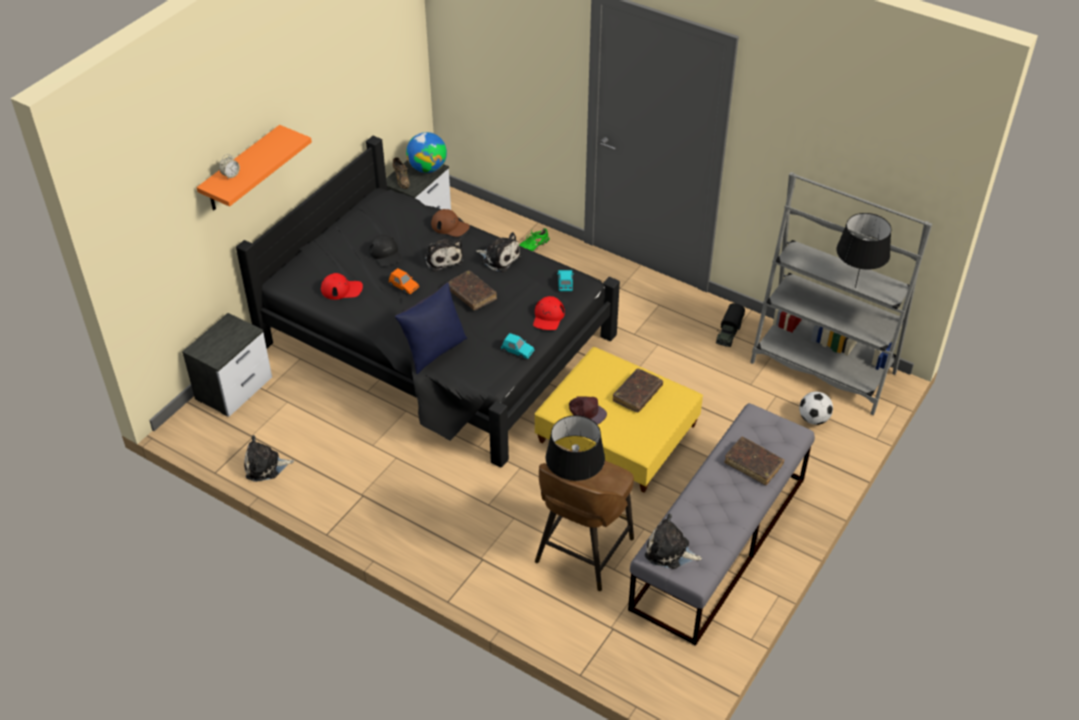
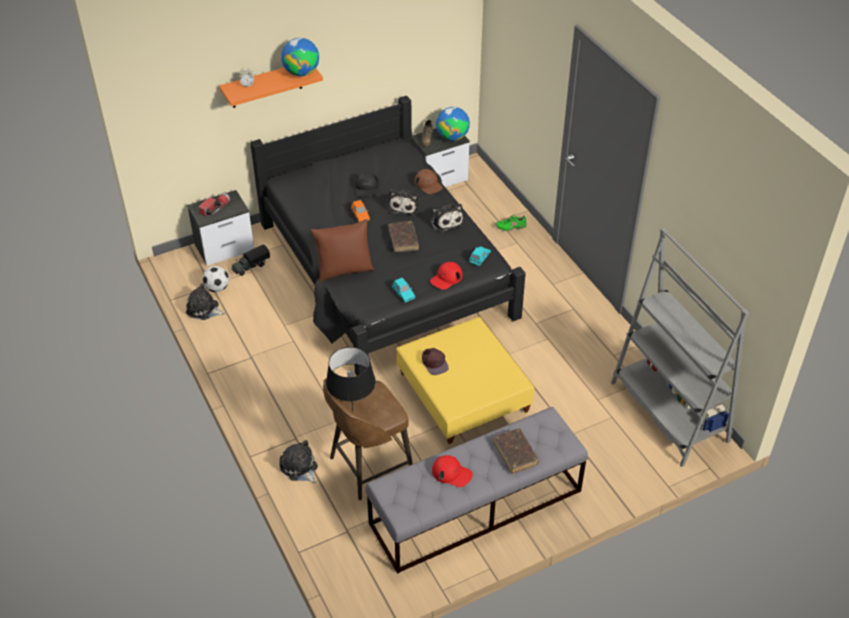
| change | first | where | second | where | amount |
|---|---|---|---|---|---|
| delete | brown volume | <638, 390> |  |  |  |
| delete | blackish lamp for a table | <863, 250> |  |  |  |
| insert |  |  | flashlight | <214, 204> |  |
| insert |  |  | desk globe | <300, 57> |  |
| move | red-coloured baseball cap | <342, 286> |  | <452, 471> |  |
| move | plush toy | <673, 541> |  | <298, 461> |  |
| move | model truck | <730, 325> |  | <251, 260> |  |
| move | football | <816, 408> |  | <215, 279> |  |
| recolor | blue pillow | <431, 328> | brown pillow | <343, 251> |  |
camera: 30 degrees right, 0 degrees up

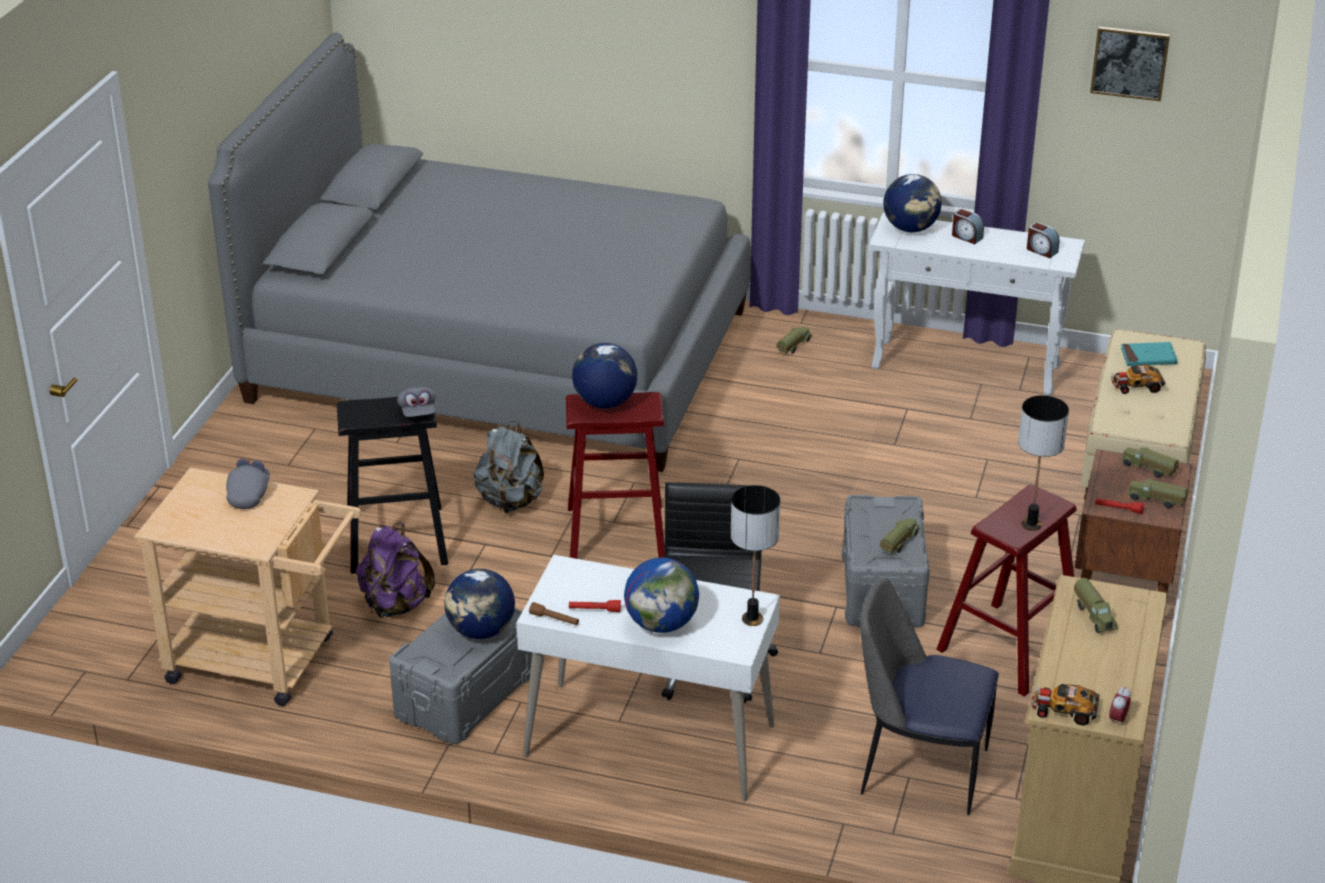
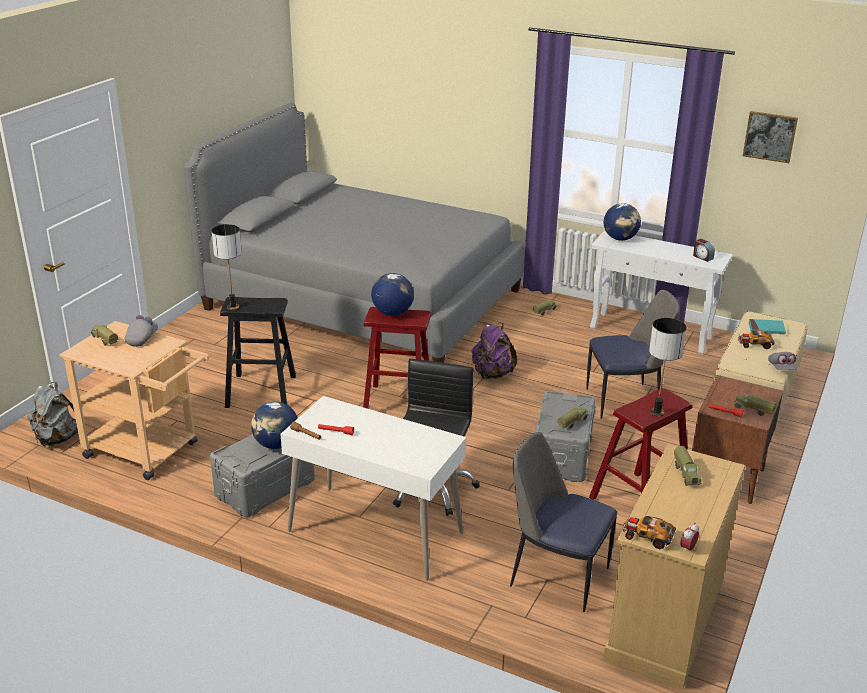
| change | first | where | second | where | amount |
|---|---|---|---|---|---|
| delete | desk globe | <661, 595> |  |  |  |
| delete | table clock | <968, 226> |  |  |  |
| insert |  |  | plain chair | <633, 354> |  |
| move | purple rucksack | <395, 570> |  | <494, 351> |  |
| move | greyish baseball cap | <416, 402> |  | <782, 361> |  |
| move | greyish rucksack | <509, 467> |  | <52, 414> |  |
| move | lamp for a table | <755, 555> |  | <226, 267> |  |
| move | model truck | <1149, 462> |  | <104, 335> |  |
camera: 10 degrees right, 5 degrees down

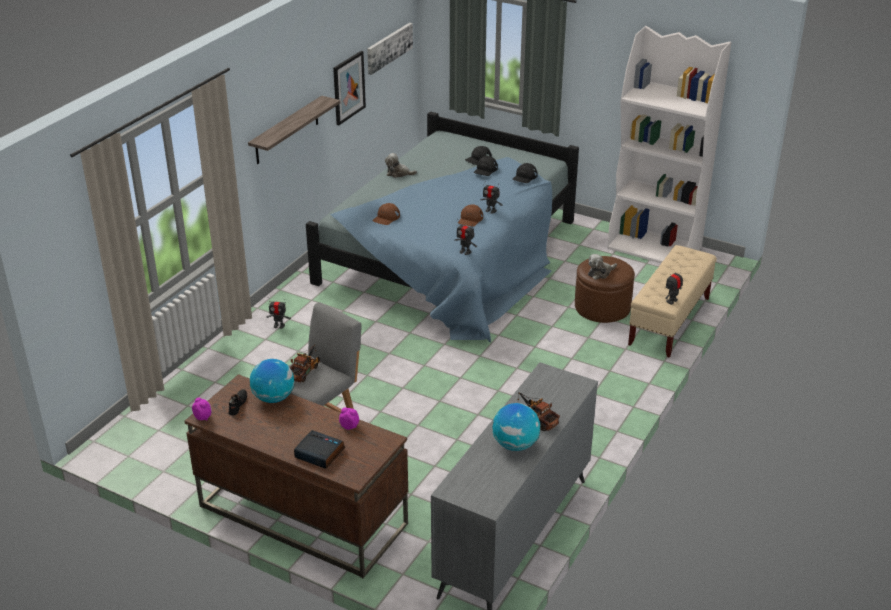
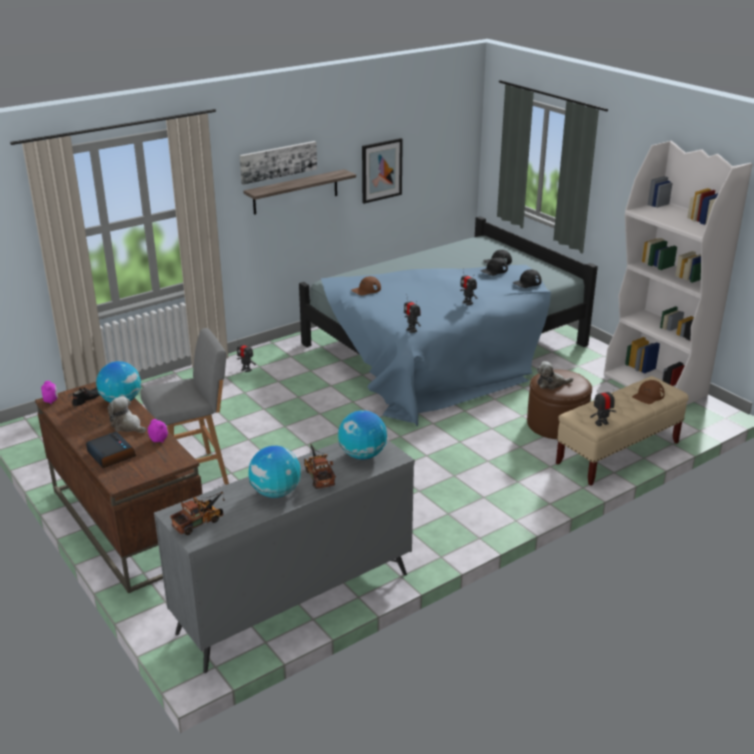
| change | first | where | second | where | amount |
|---|---|---|---|---|---|
| insert |  |  | desk globe | <362, 435> |  |
| move | model truck | <305, 363> |  | <197, 513> |  |
| move | wall art | <390, 49> |  | <278, 163> |  |
| move | plush toy | <401, 165> |  | <127, 414> |  |
| move | brown baseball cap | <470, 215> |  | <648, 392> |  |
camera: 25 degrees right, 5 degrees down

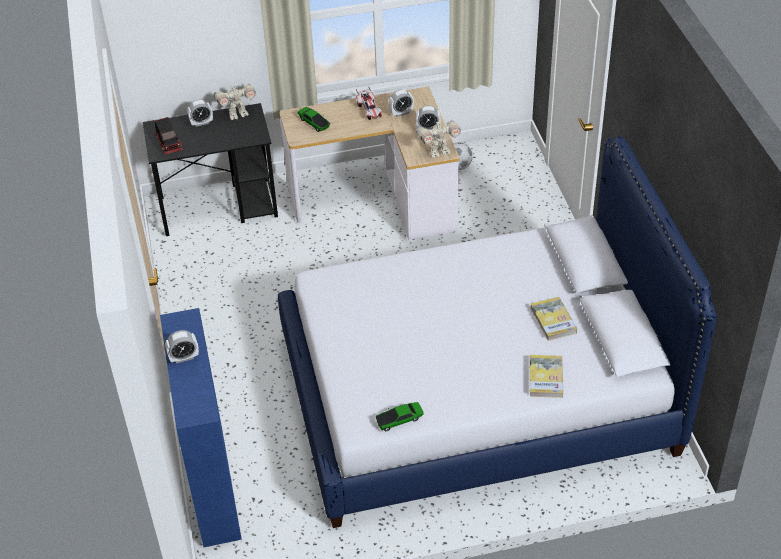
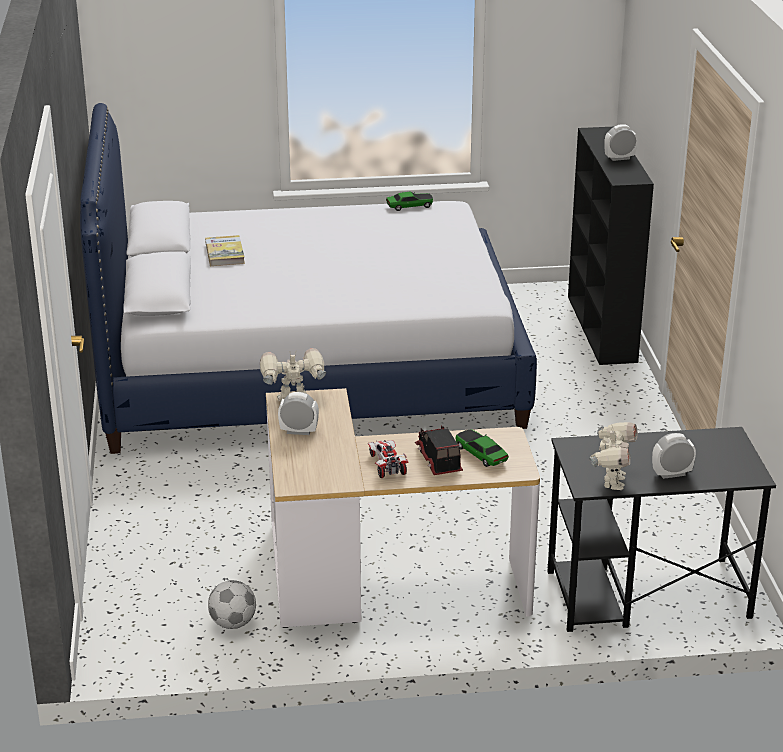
| change | first | where | second | where | amount |
|---|---|---|---|---|---|
| delete | table clock | <401, 103> |  |  |  |
| delete | volume | <546, 376> |  |  |  |
| move | model truck | <169, 136> |  | <439, 450> |  |
| recolor | blue shelving unit | <201, 427> | blackish shelving unit | <611, 245> |  |
| rotate | robot figure | <235, 101> |  | <613, 456> | 120 degrees clockwise |
camera: 175 degrees left, 15 degrees down

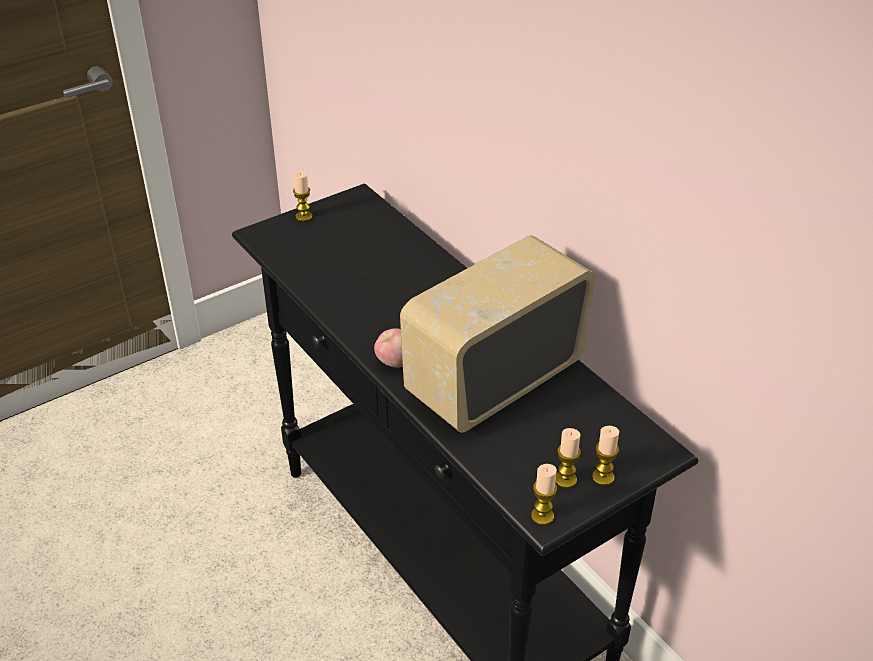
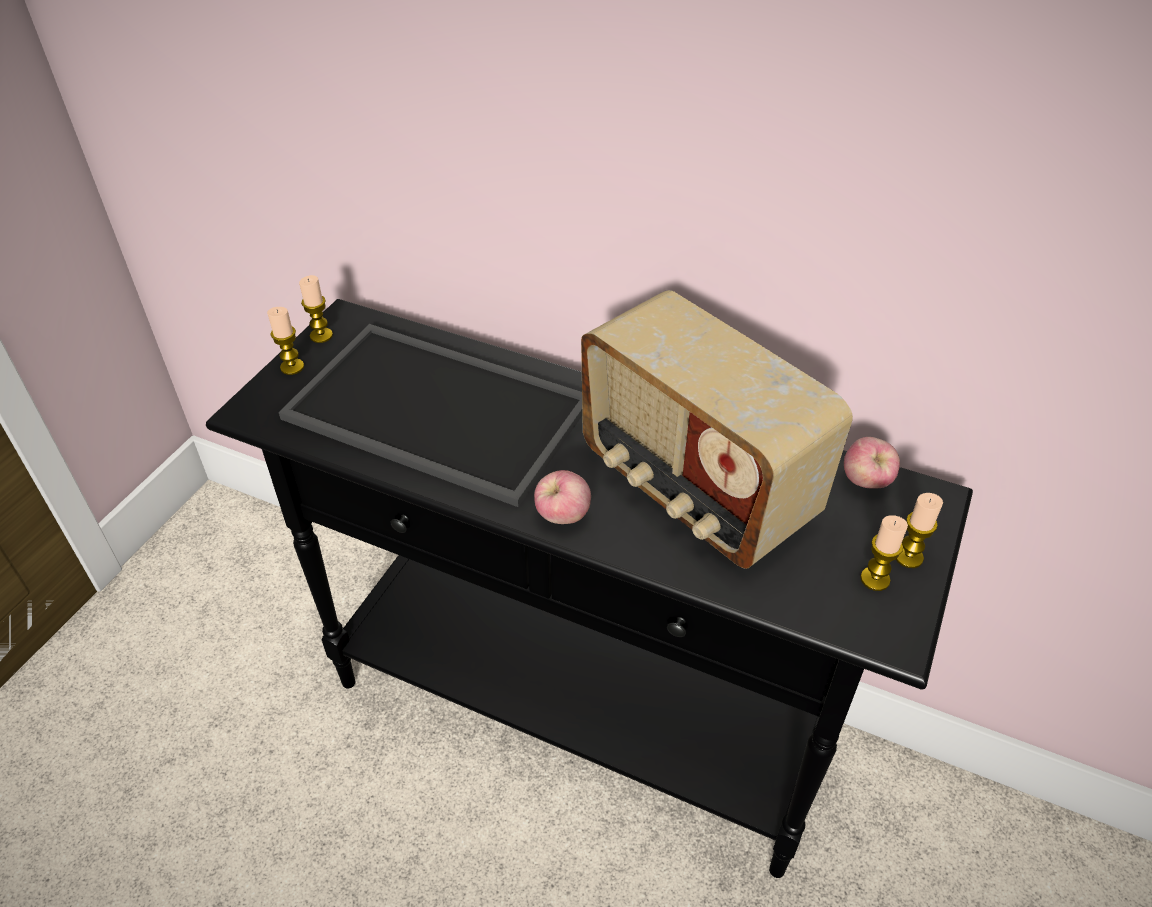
| change | first | where | second | where | amount |
|---|---|---|---|---|---|
| insert |  |  | serving tray | <430, 415> |  |
| insert |  |  | apple | <872, 462> |  |
| move | wax candle | <544, 494> |  | <316, 309> |  |
| rotate | radio | <497, 334> |  | <717, 429> | 60 degrees counterclockwise |
camera: 30 degrees left, 5 degrees up

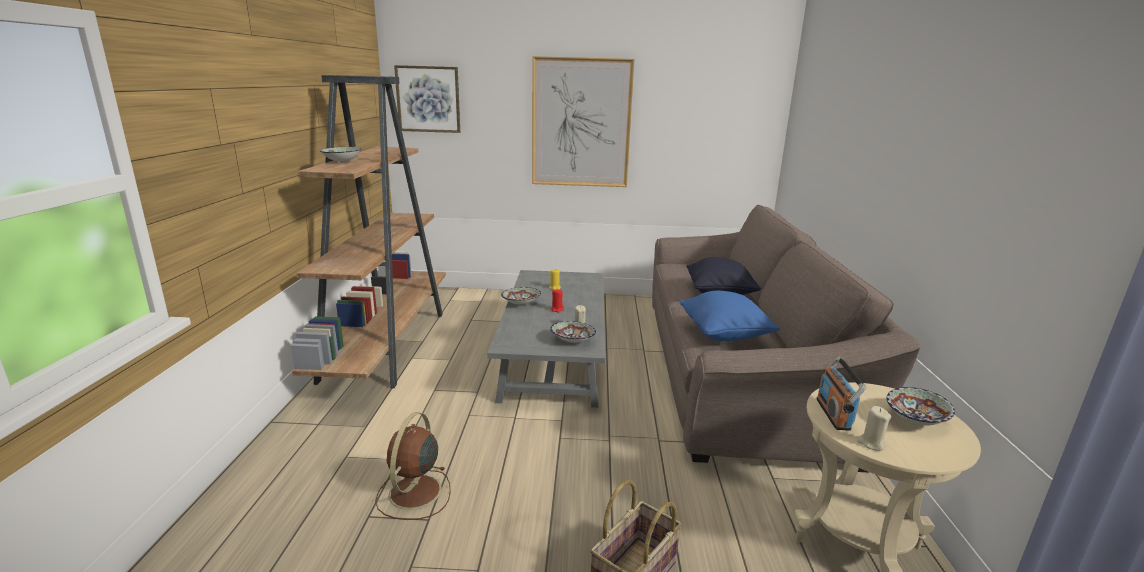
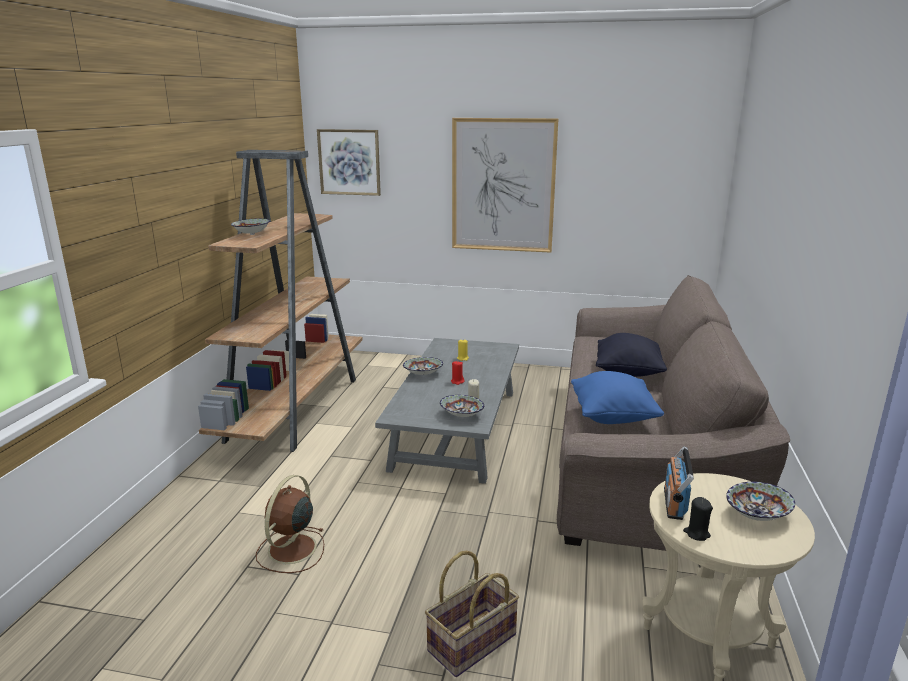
| change | first | where | second | where | amount |
|---|---|---|---|---|---|
| recolor | beige wax candle | <874, 428> | blackish wax candle | <698, 519> |  |
camera: 10 degrees right, 0 degrees up

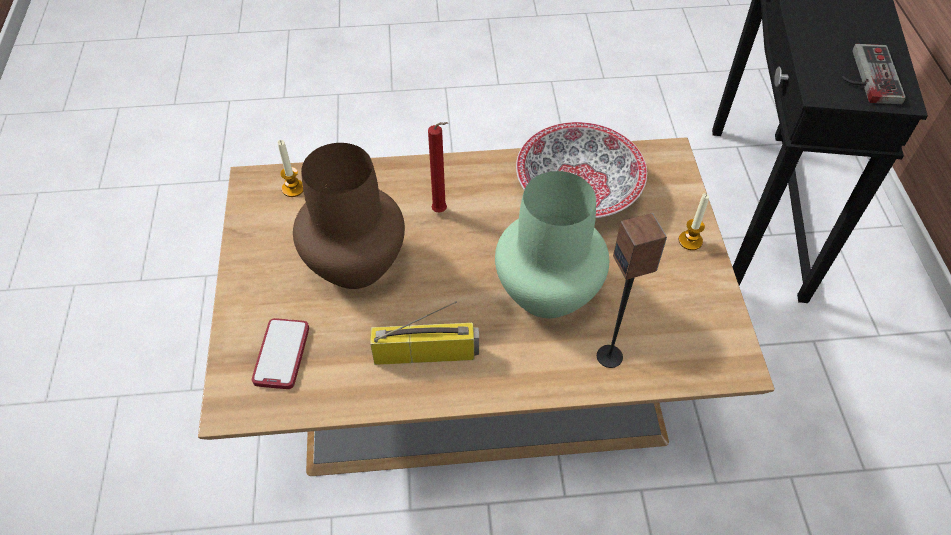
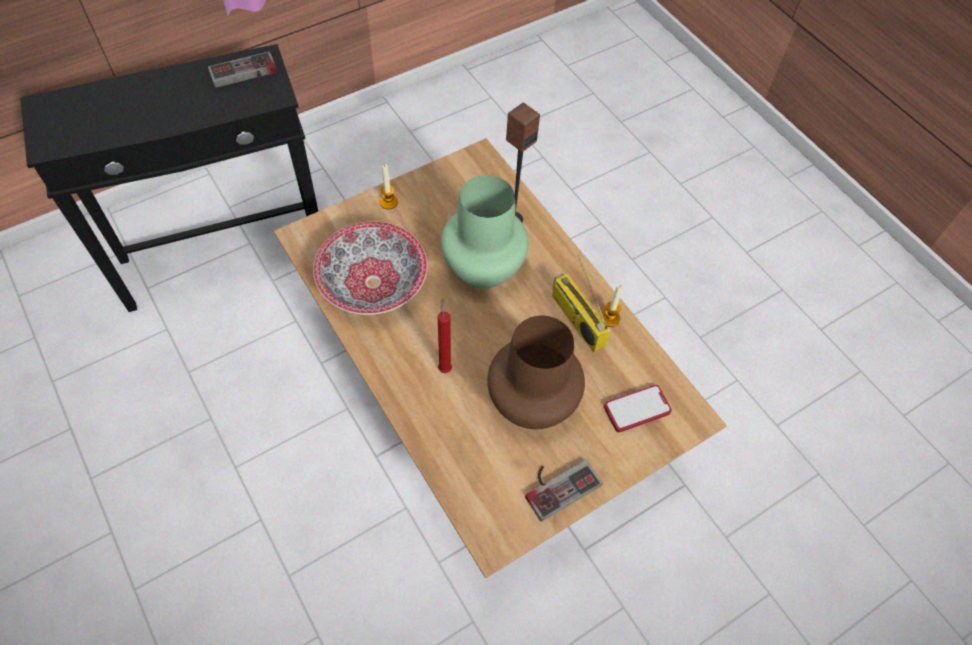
| change | first | where | second | where | amount |
|---|---|---|---|---|---|
| insert |  |  | game controller | <564, 491> |  |
| move | wax candle | <290, 168> |  | <611, 305> |  |
camera: 120 degrees left, 5 degrees up

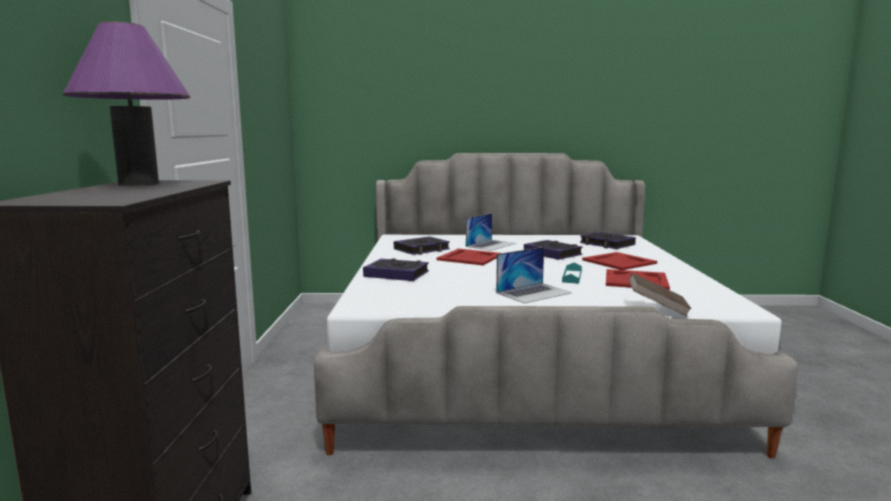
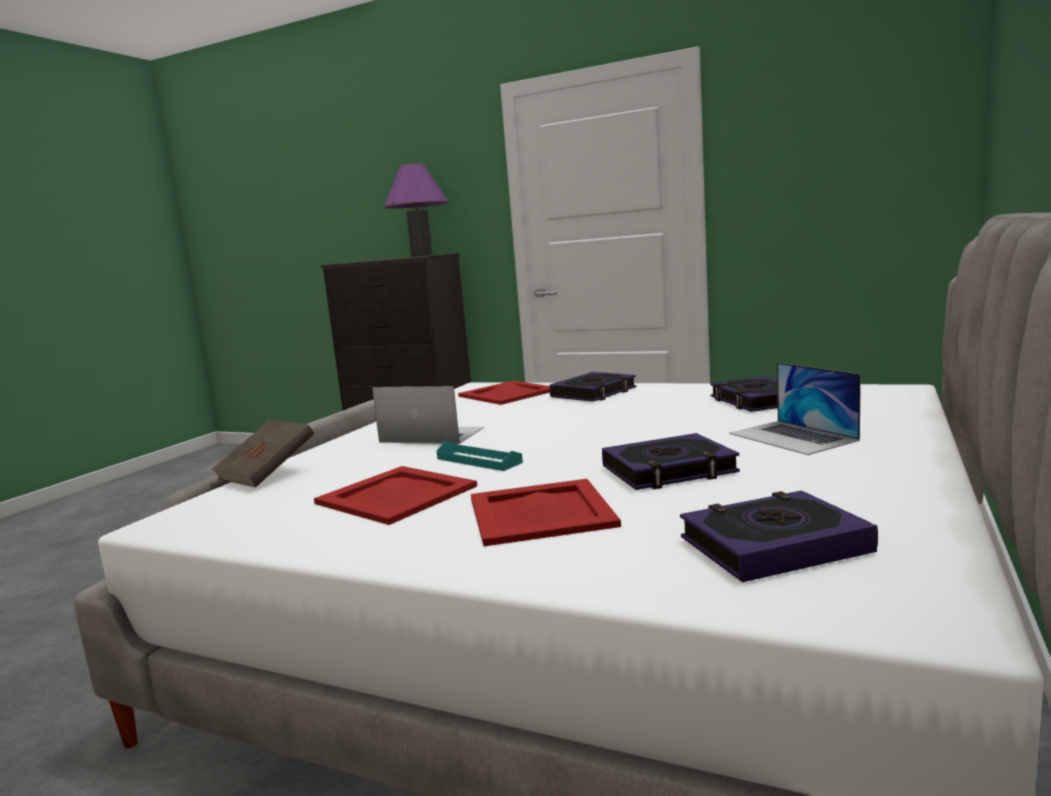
| change | first | where | second | where | amount |
|---|---|---|---|---|---|
| move | red-coloured serving tray | <468, 257> |  | <504, 393> |  |
| rotate | portable computer | <534, 275> |  | <428, 415> | 120 degrees clockwise |
camera: 115 degrees right, 0 degrees up

